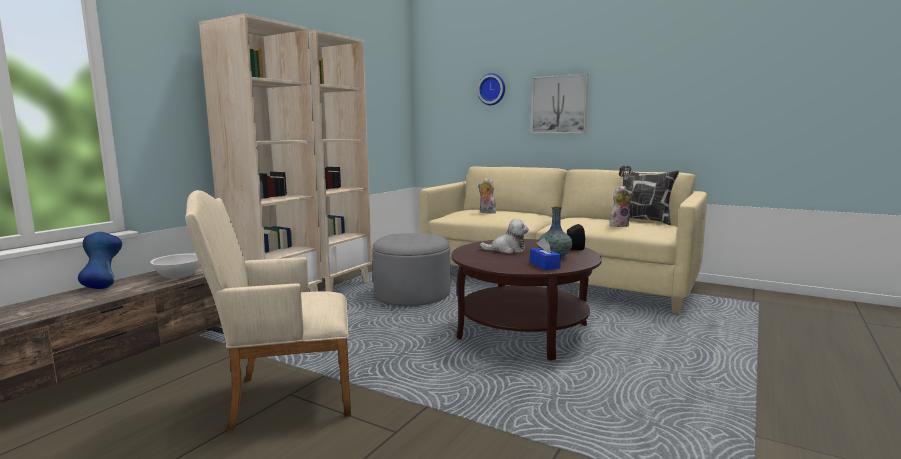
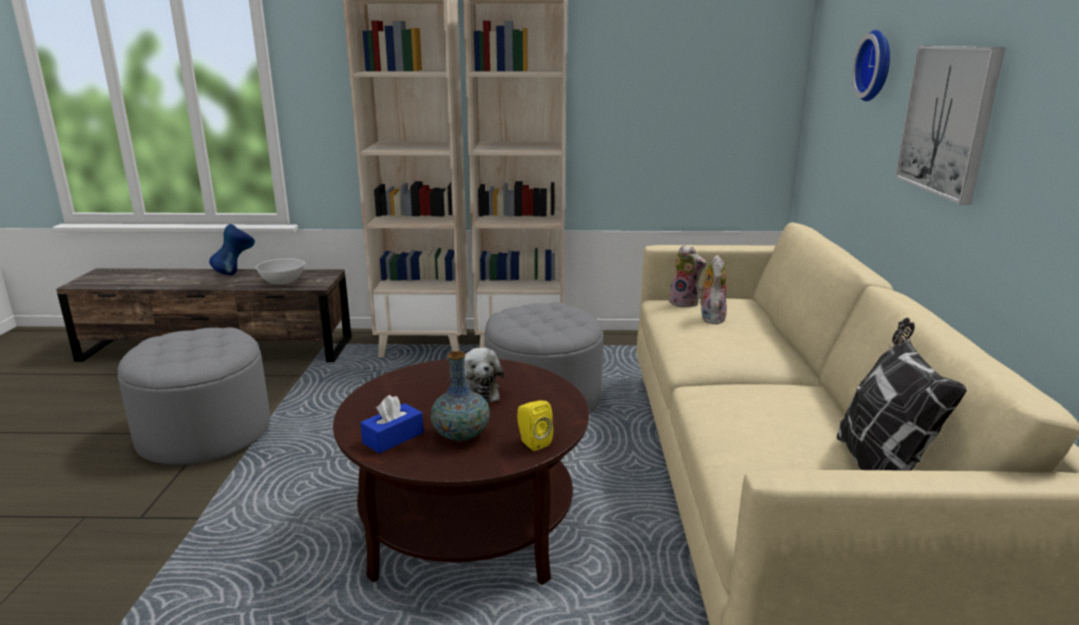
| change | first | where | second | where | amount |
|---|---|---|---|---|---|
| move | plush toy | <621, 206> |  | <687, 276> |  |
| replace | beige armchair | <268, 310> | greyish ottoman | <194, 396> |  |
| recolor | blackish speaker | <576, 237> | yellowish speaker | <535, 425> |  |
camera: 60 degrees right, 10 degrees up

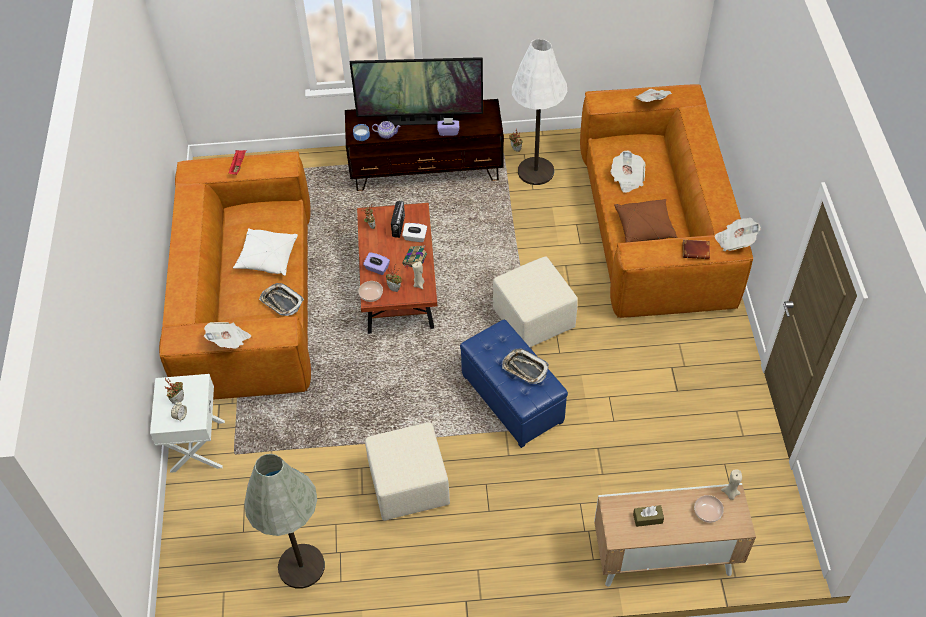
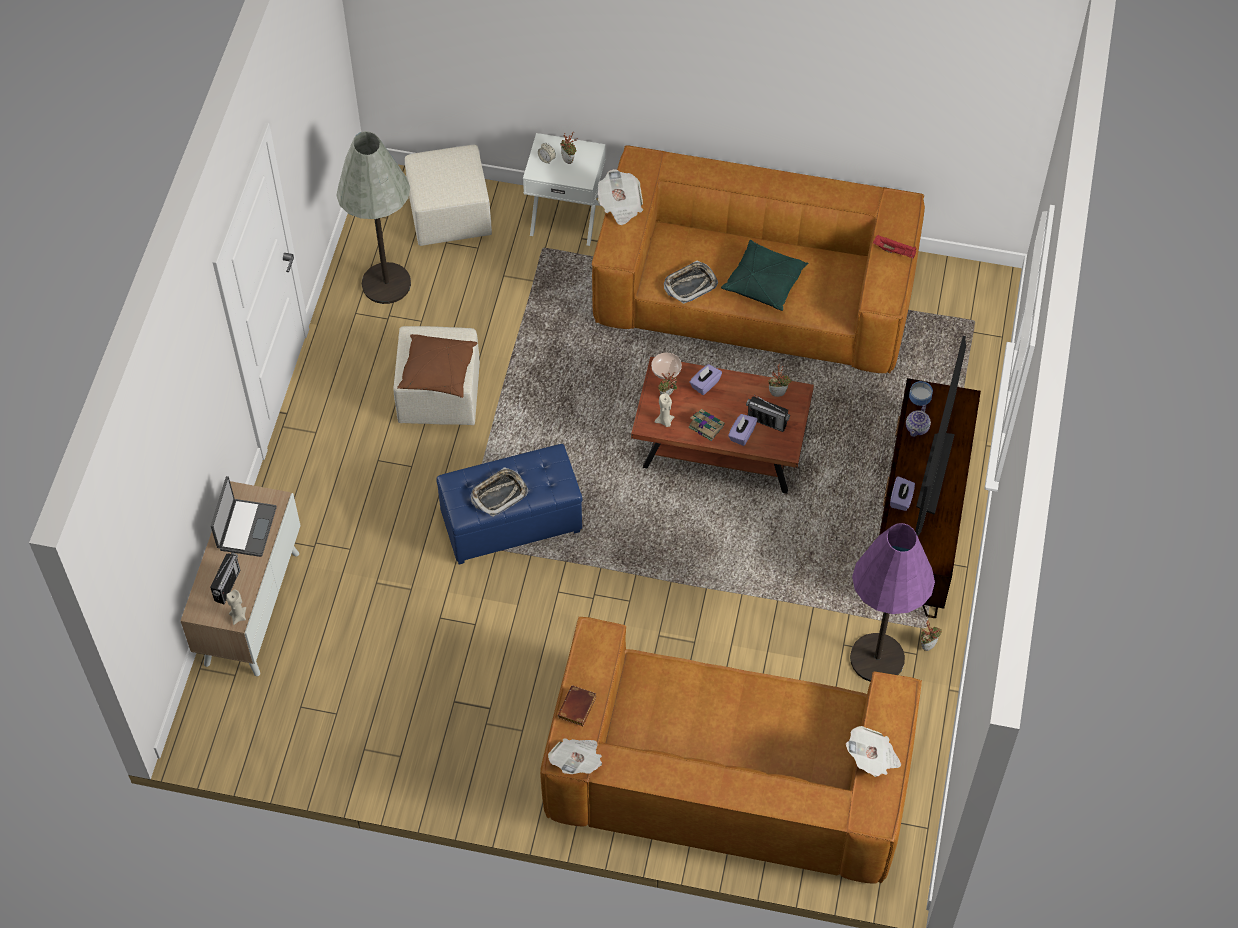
| change | first | where | second | where | amount |
|---|---|---|---|---|---|
| delete | printed paper | <628, 172> |  |  |  |
| move | beige ottoman | <535, 302> |  | <448, 195> |  |
| move | brown pillow | <646, 220> |  | <437, 366> |  |
| replace | brown tissue box | <648, 516> | portable computer | <244, 516> |  |
| replace | serving bowl | <709, 509> | radio | <225, 578> |  |
| recolor | whitish pillow | <265, 252> | green pillow | <764, 275> |  |
| recolor | whitish tissue box | <414, 232> | purple tissue box | <743, 430> |  |
| recolor | whitish standard lamp | <539, 112> | purple standard lamp | <892, 602> |  |
camera: 105 degrees right, 5 degrees up

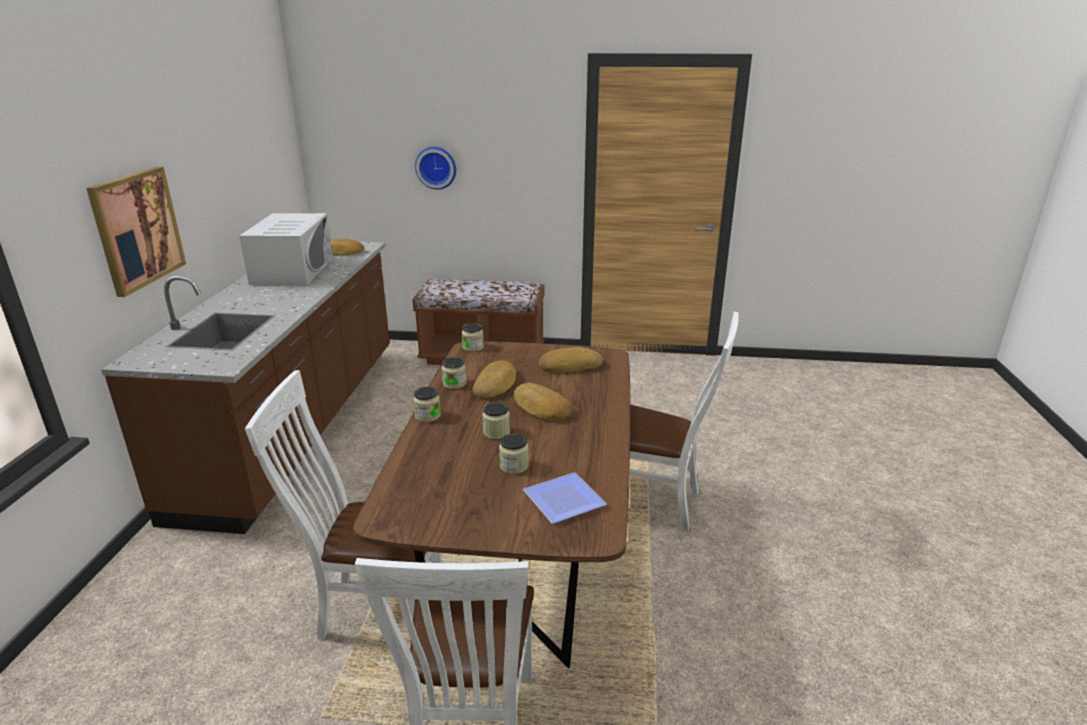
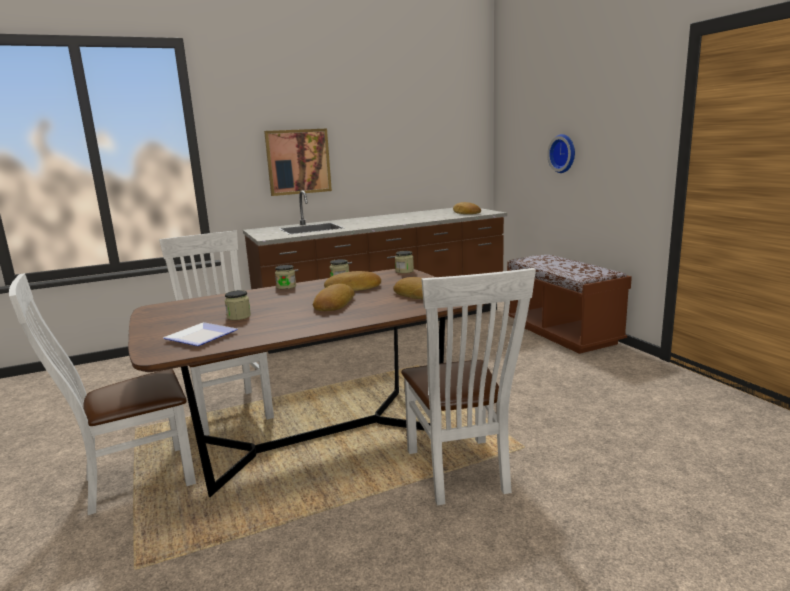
| change | first | where | second | where | amount |
|---|---|---|---|---|---|
| delete | whitish microwave oven | <286, 249> |  |  |  |
| delete | preserve jar | <496, 420> |  |  |  |
camera: 60 degrees right, 10 degrees down

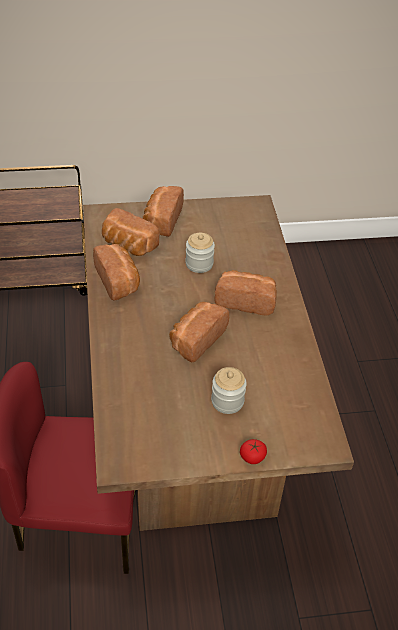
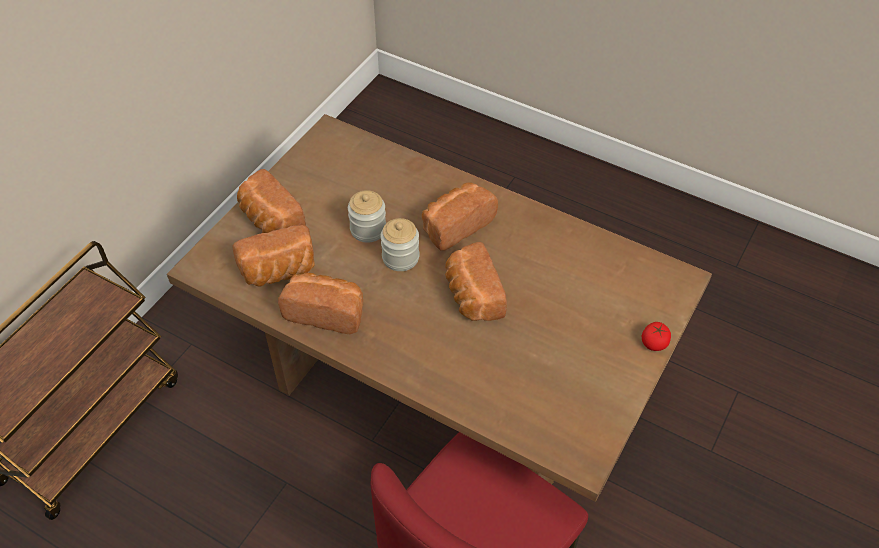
| change | first | where | second | where | amount |
|---|---|---|---|---|---|
| move | preserve jar | <229, 390> |  | <399, 244> |  |
camera: 50 degrees left, 5 degrees up

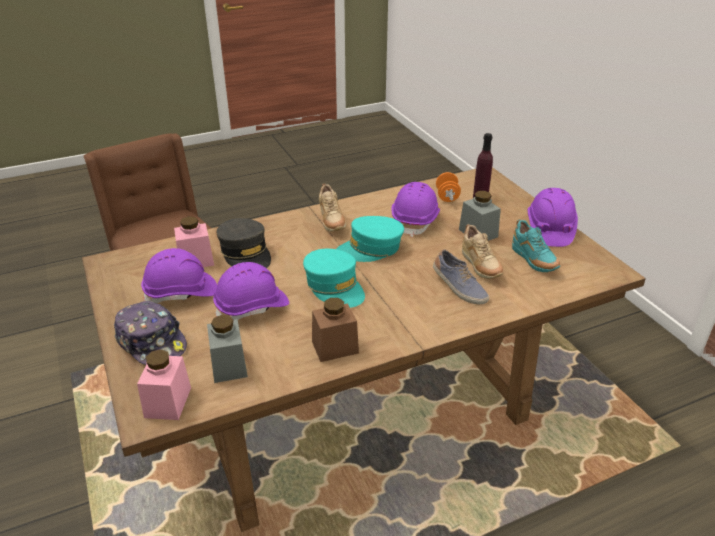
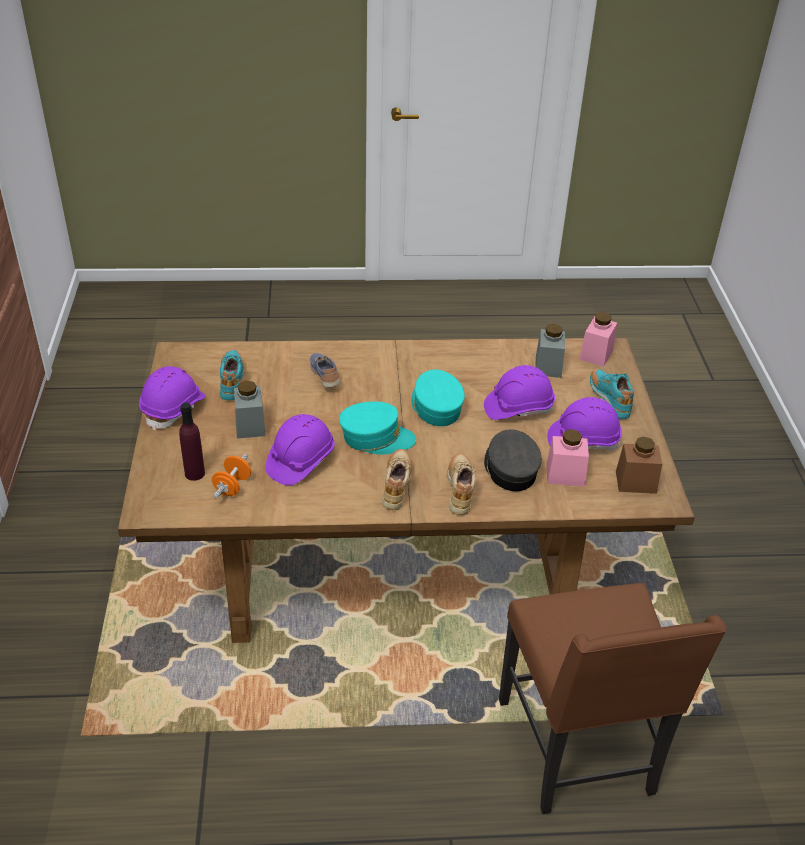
| change | first | where | second | where | amount |
|---|---|---|---|---|---|
| move | brown preserve jar | <335, 330> |  | <639, 465> |  |
| move | beige item of footwear | <482, 251> |  | <461, 484> |  |
| replace | baseball cap | <150, 333> | turquoise-coloured item of footwear | <612, 394> |  |
camera: 160 degrees left, 5 degrees up

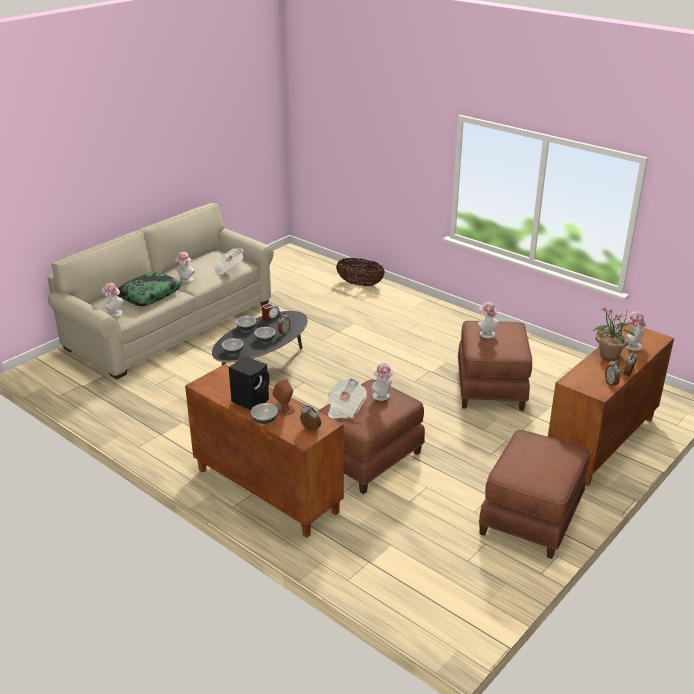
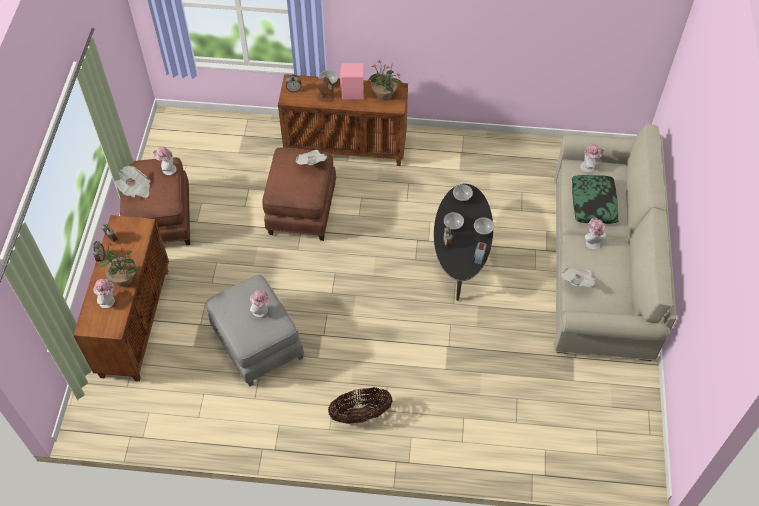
| change | first | where | second | where | amount |
|---|---|---|---|---|---|
| insert |  |  | printed paper | <133, 182> |  |
| insert |  |  | plant in a pot | <385, 80> |  |
| move | household basket | <360, 272> |  | <360, 405> |  |
| move | clothing hat | <383, 382> |  | <165, 161> |  |
| recolor | blackish speaker | <249, 383> | pink-coloured speaker | <352, 81> |  |
| recolor | brown ottoman | <495, 366> | greyish ottoman | <255, 330> |  |
camera: 145 degrees right, 25 degrees up

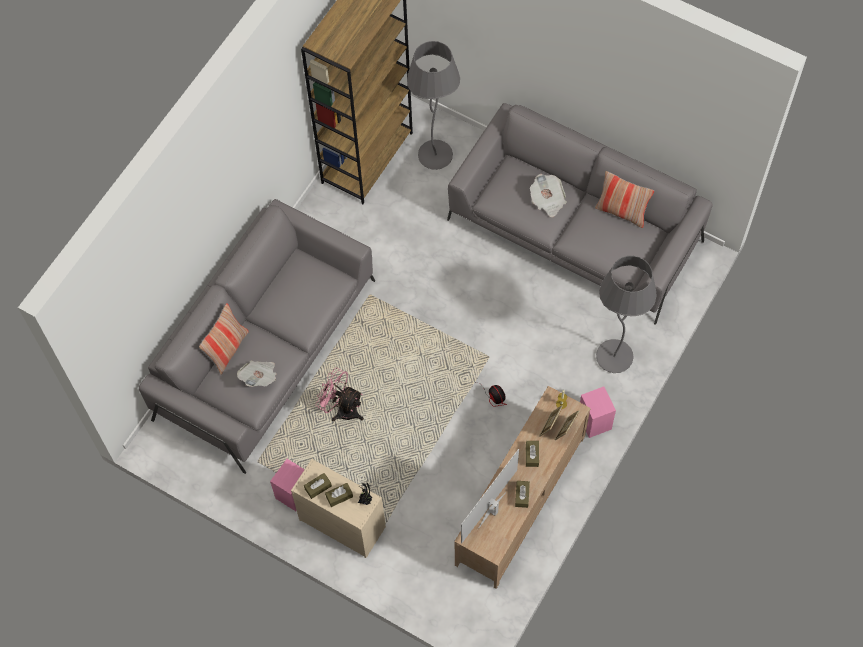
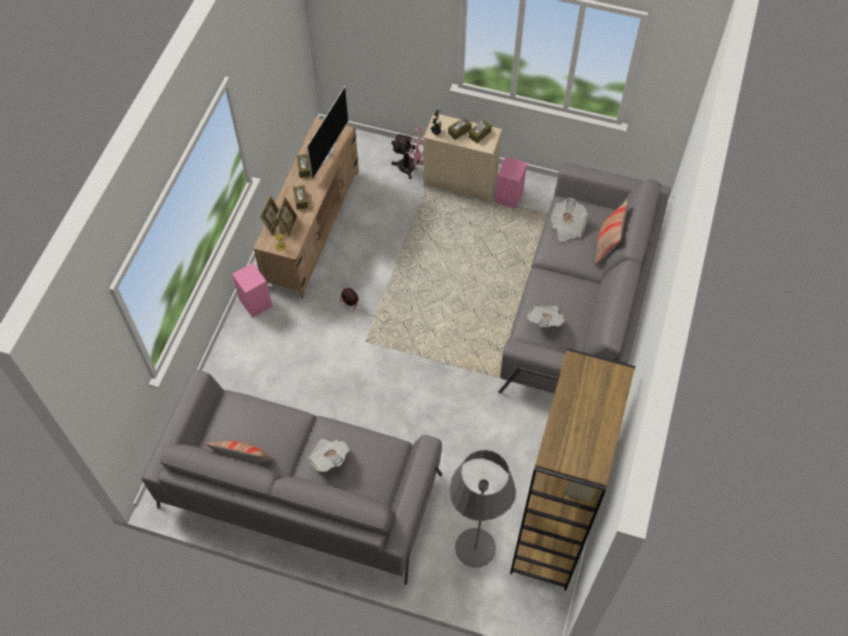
| change | first | where | second | where | amount |
|---|---|---|---|---|---|
| delete | greyish standard lamp | <626, 314> |  |  |  |
| insert |  |  | printed paper | <545, 316> |  |
| move | pink-coloured fan | <339, 394> |  | <408, 153> |  |
camera: 165 degrees right, 5 degrees down

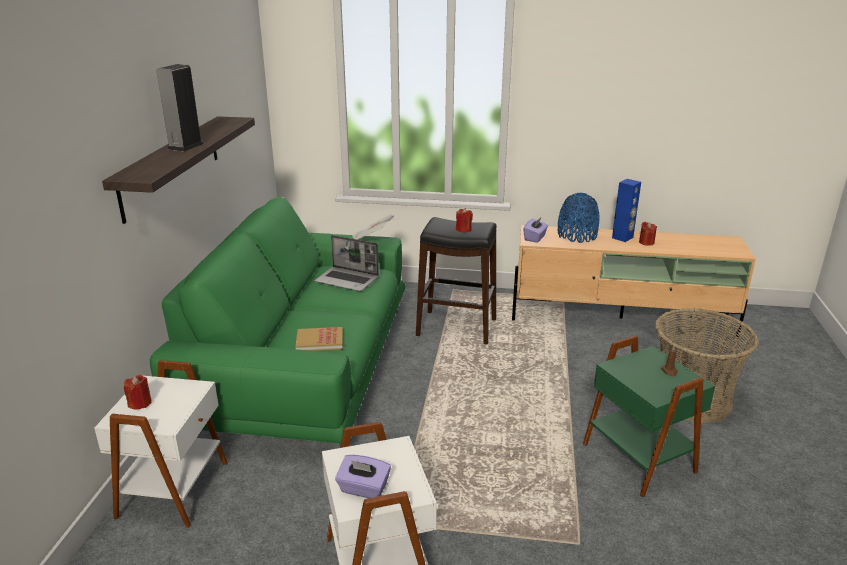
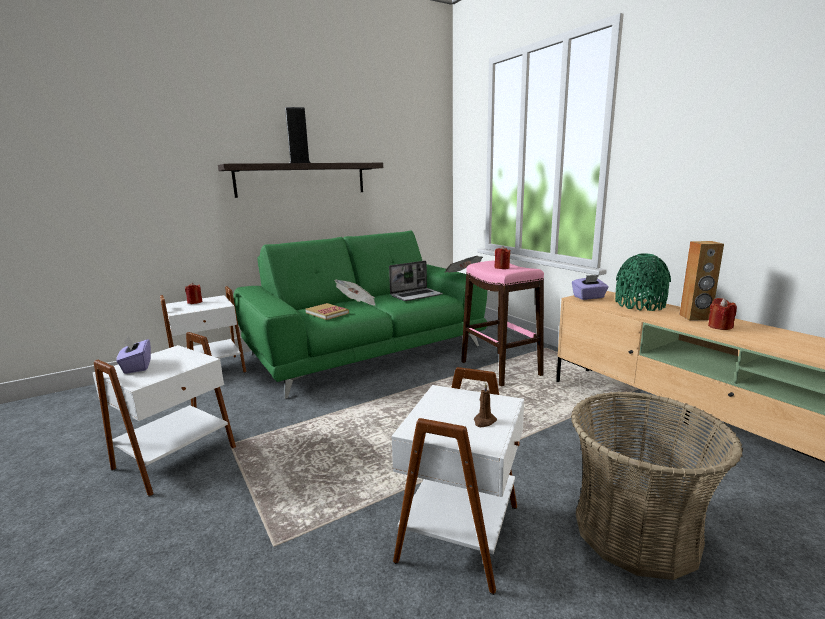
| change | first | where | second | where | amount |
|---|---|---|---|---|---|
| insert |  |  | printed paper | <354, 292> |  |
| recolor | blackish stool seat | <456, 280> | pink-coloured stool seat | <502, 323> |  |
| recolor | blue vase | <578, 218> | green vase | <643, 282> |  |
| recolor | green end table | <649, 416> | whitish end table | <458, 481> |  |
| recolor | blue speaker | <626, 210> | brown speaker | <701, 280> |  |
| rotate | portable computer | <346, 263> |  | <416, 281> | 105 degrees counterclockwise |
camera: 50 degrees right, 10 degrees down

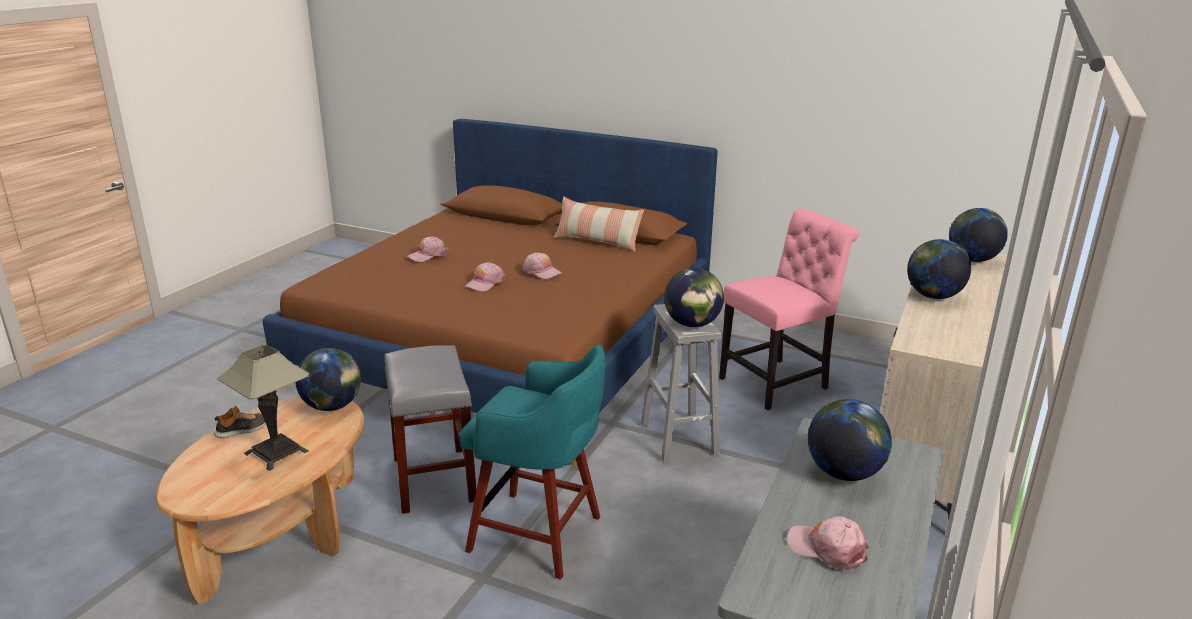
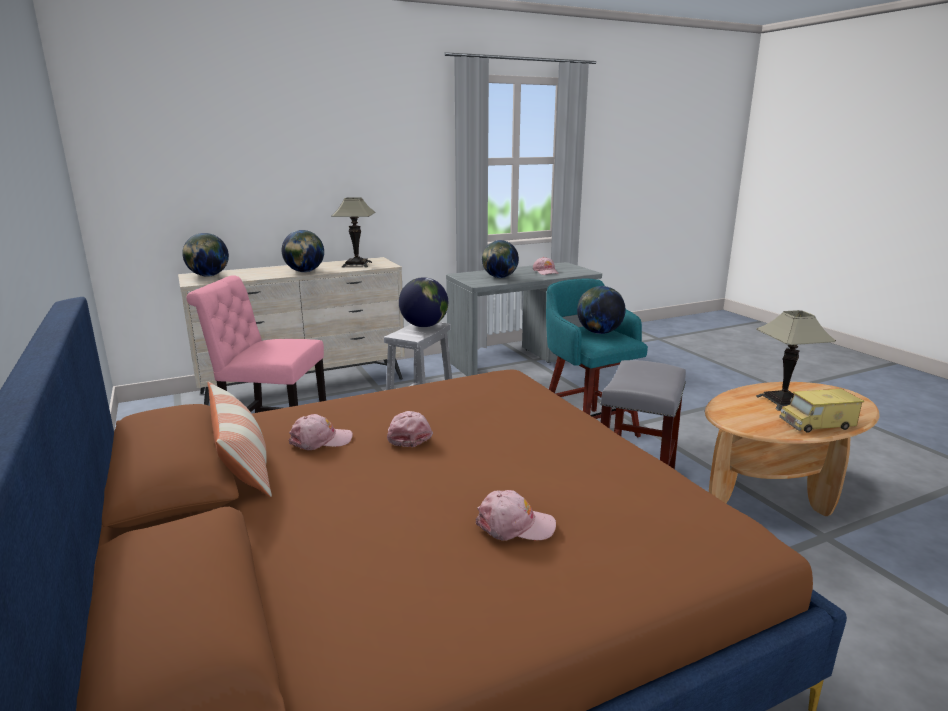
| change | first | where | second | where | amount |
|---|---|---|---|---|---|
| insert |  |  | lamp for a table | <353, 232> |  |
| move | desk globe | <328, 379> |  | <601, 310> |  |
| move | pink-coloured baseball cap | <485, 276> |  | <321, 432> |  |
| replace | item of footwear | <240, 422> | model truck | <821, 411> |  |
camera: 140 degrees left, 5 degrees down

